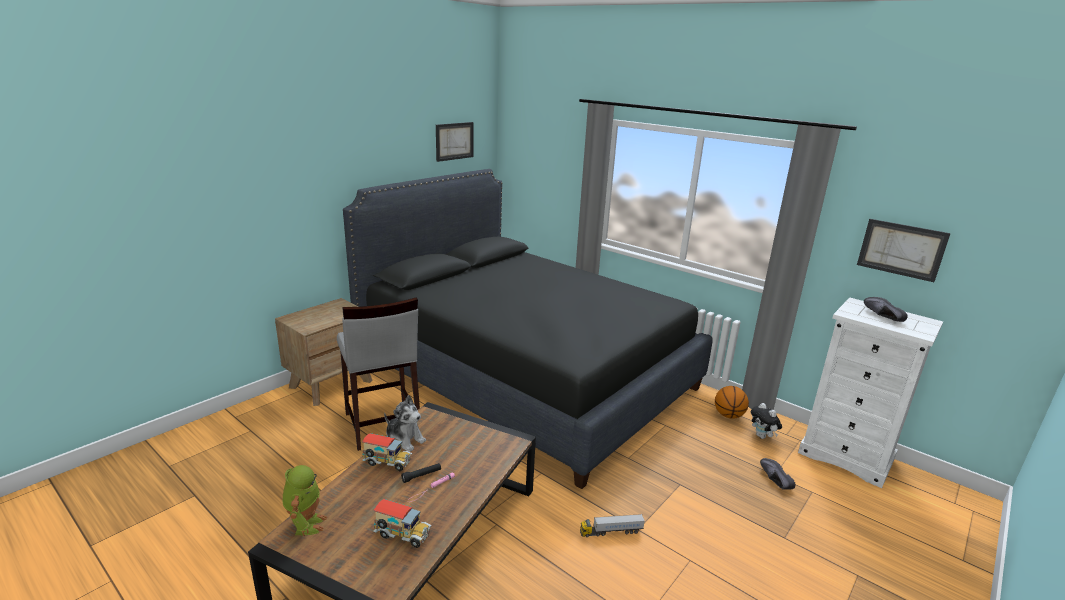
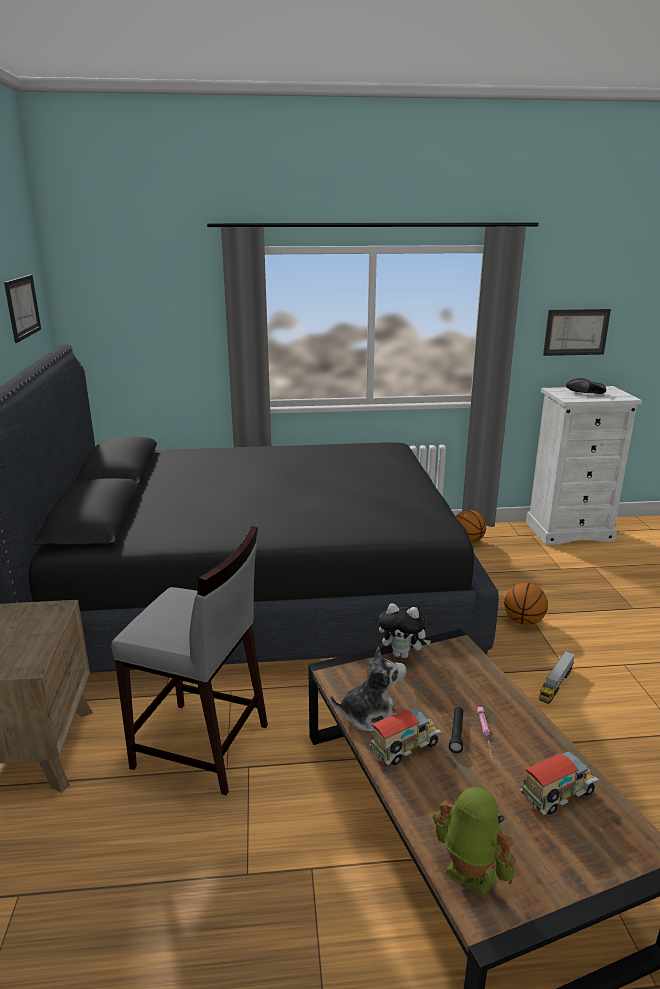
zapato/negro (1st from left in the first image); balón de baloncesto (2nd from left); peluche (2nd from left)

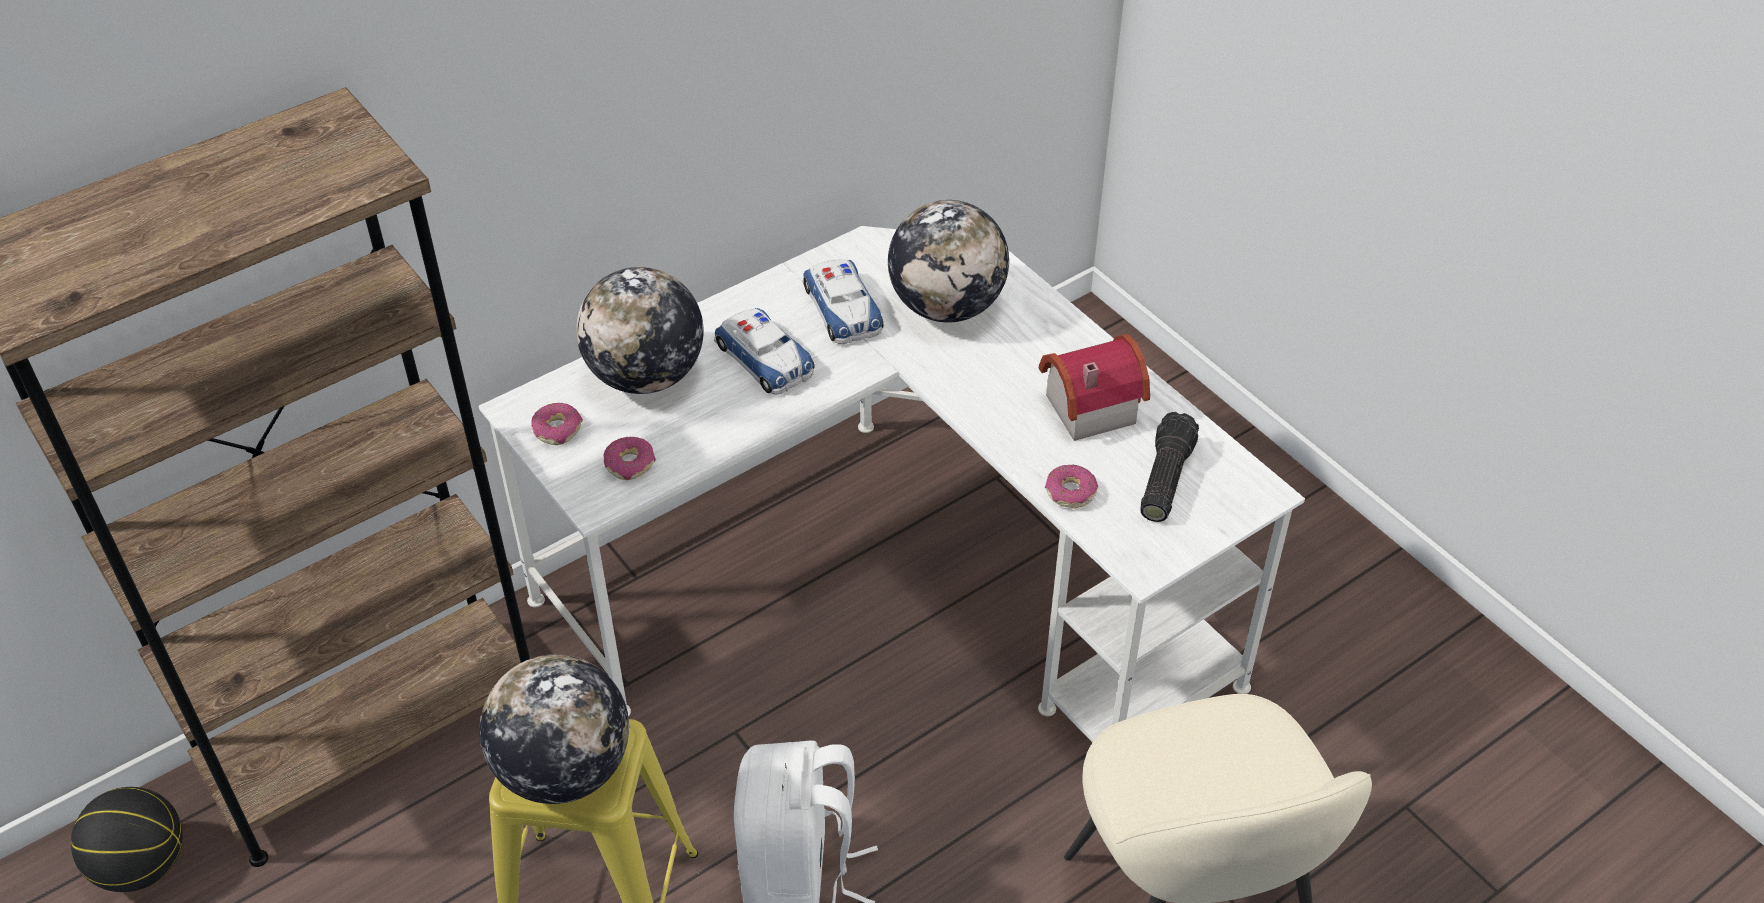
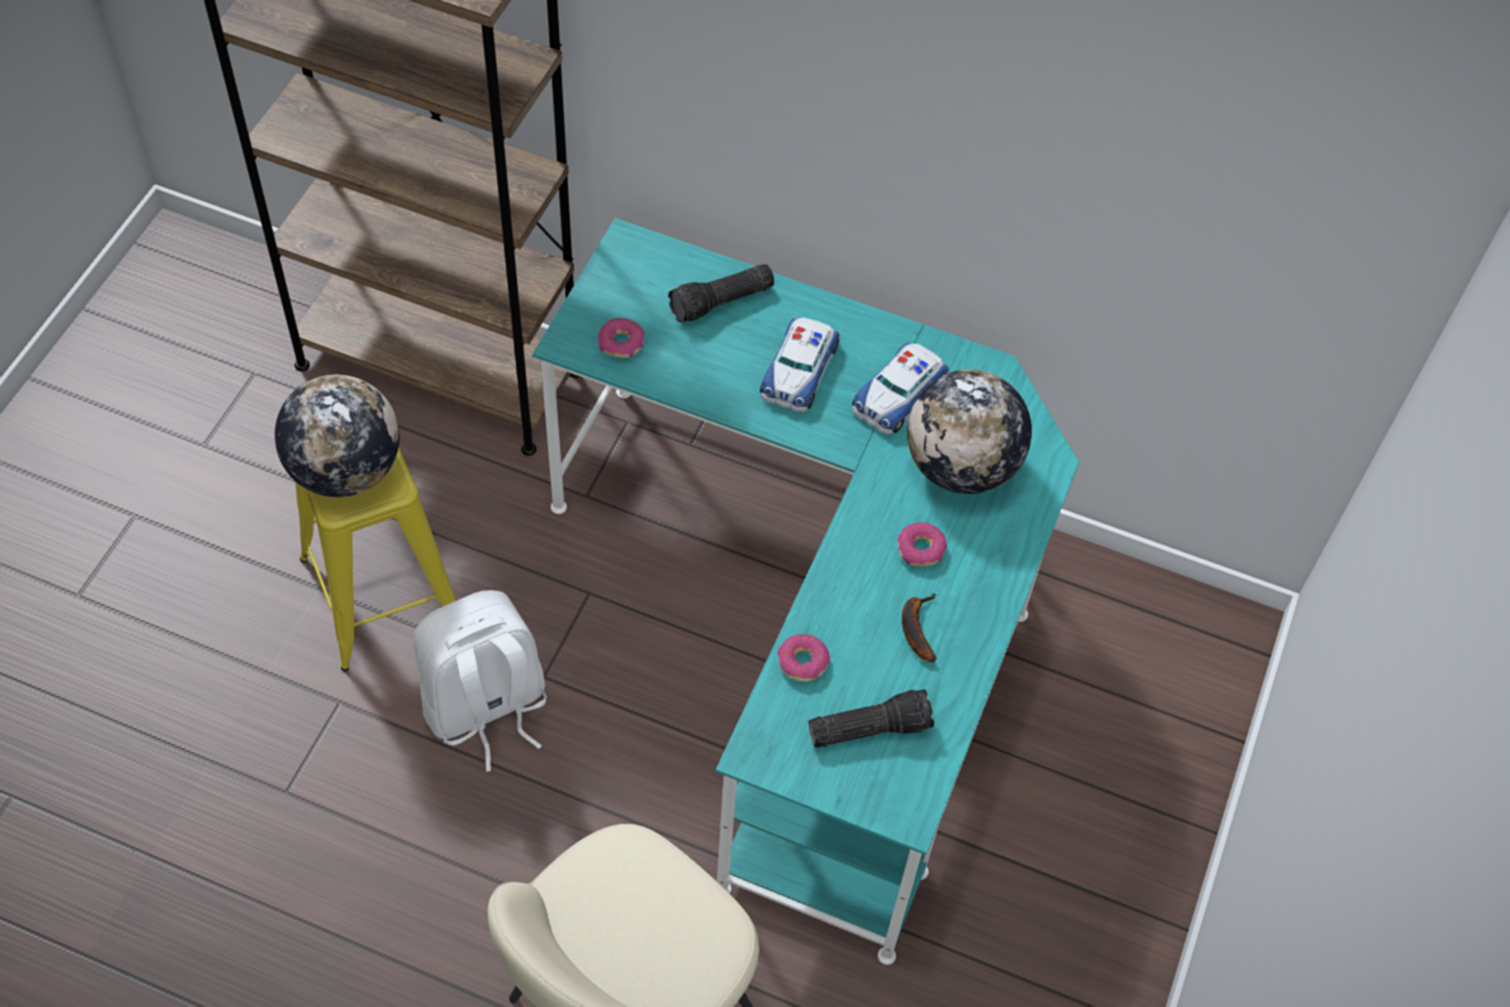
balón de baloncesto; rosquilla (3rd from left); linterna (1st from left); plátano; escritorio/turquesa

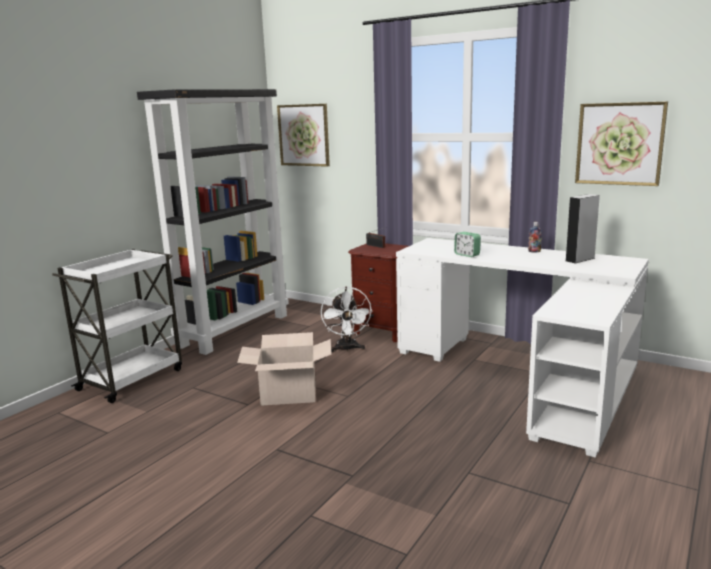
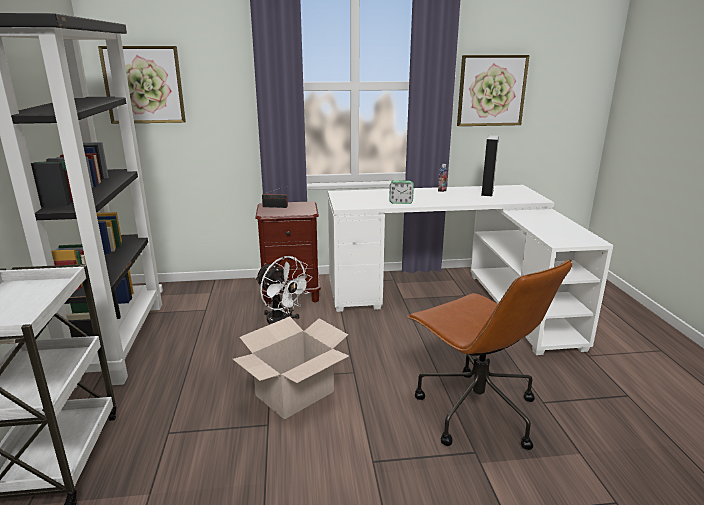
silla de oficina/marrón

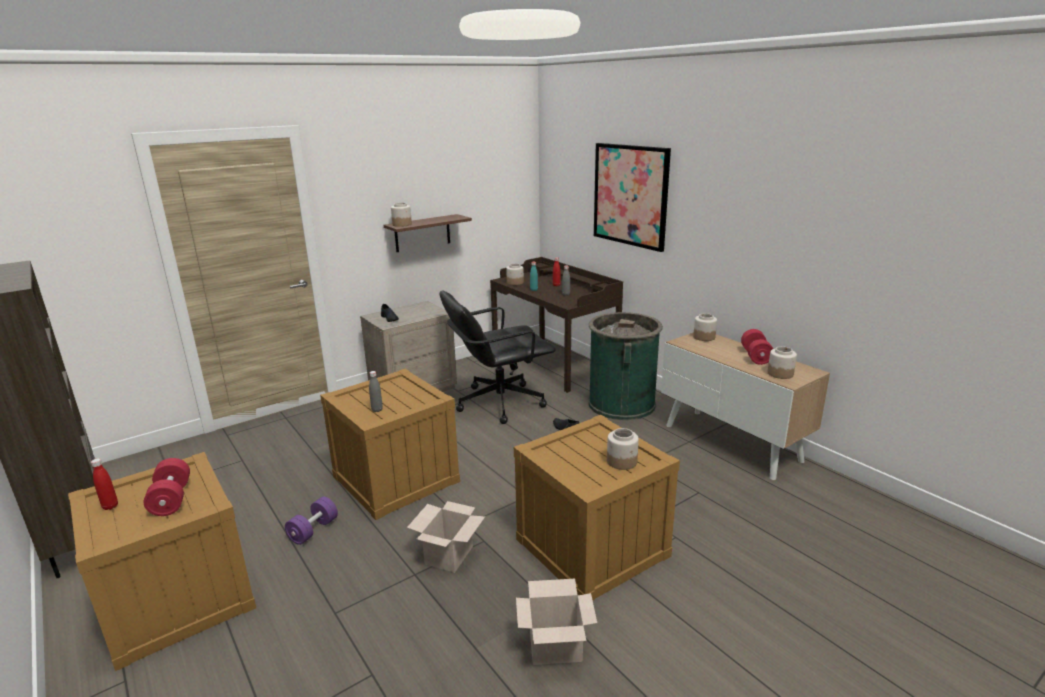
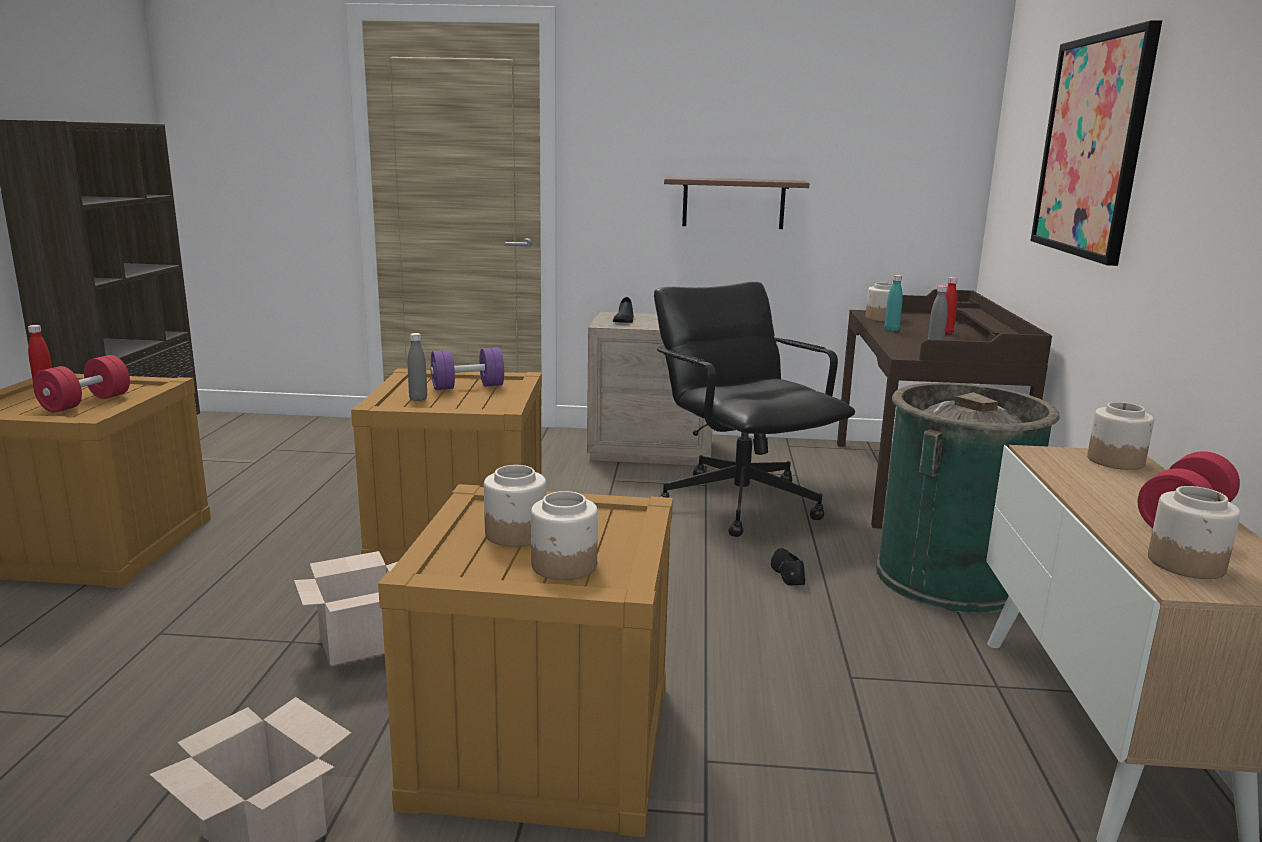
mancuerna/morado; tarro (1st from left); silla de oficina/negro

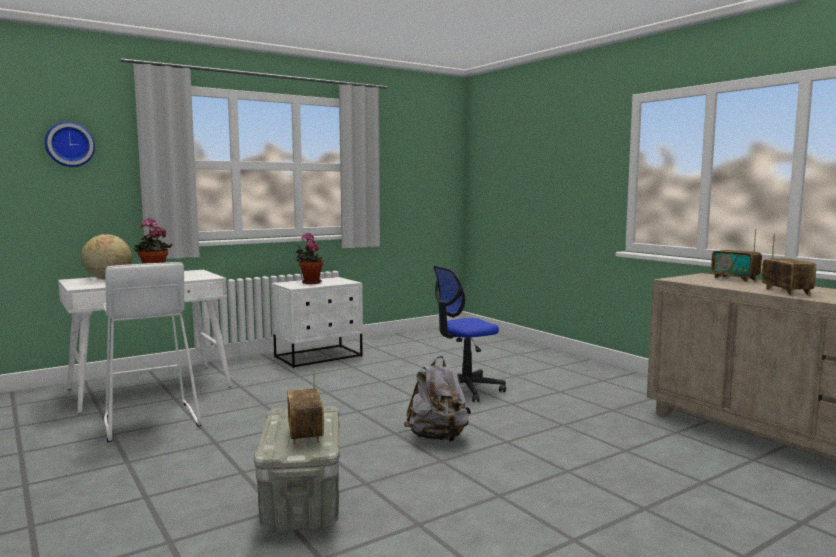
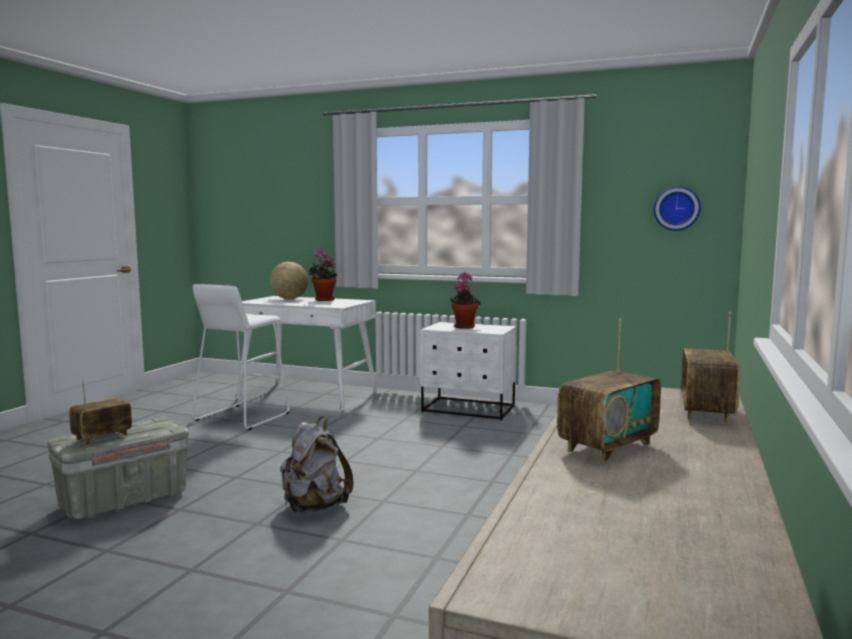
silla de oficina; reloj de pared

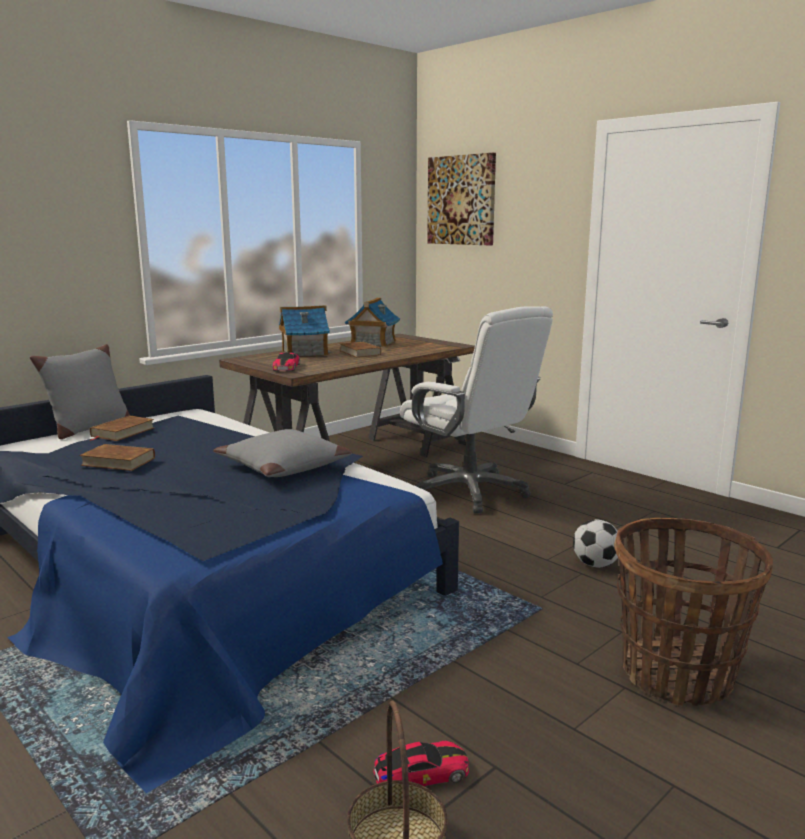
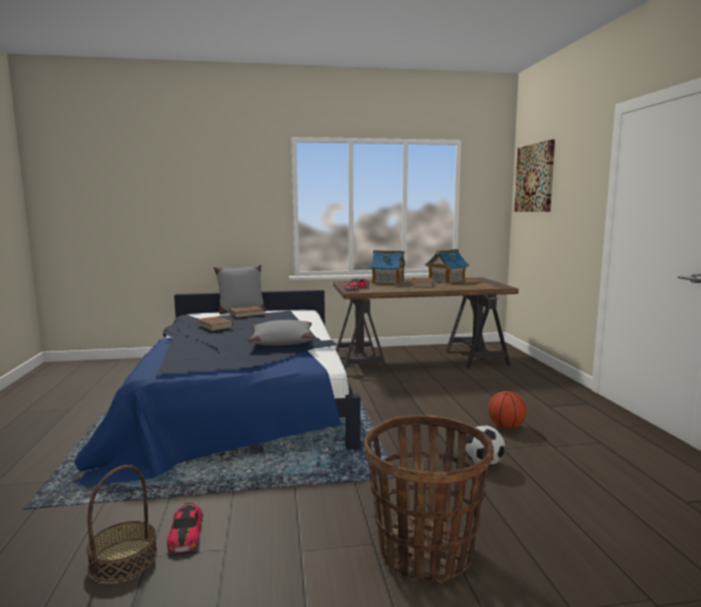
silla de oficina/blanco; balón de baloncesto; coche de juguete (1st from left)

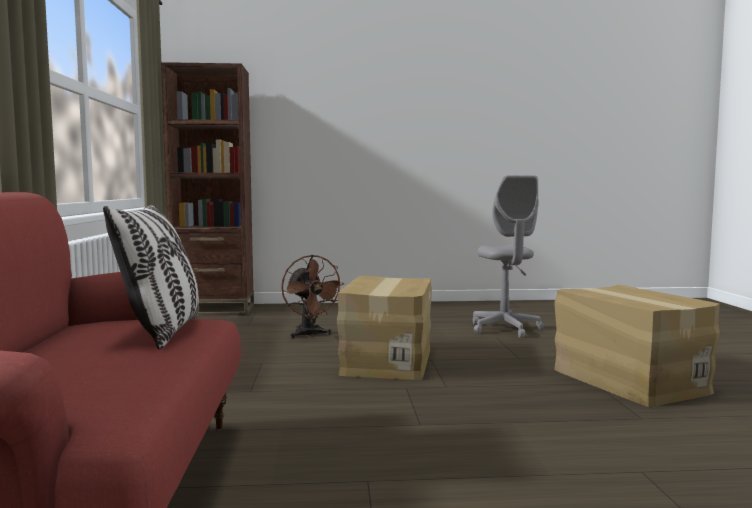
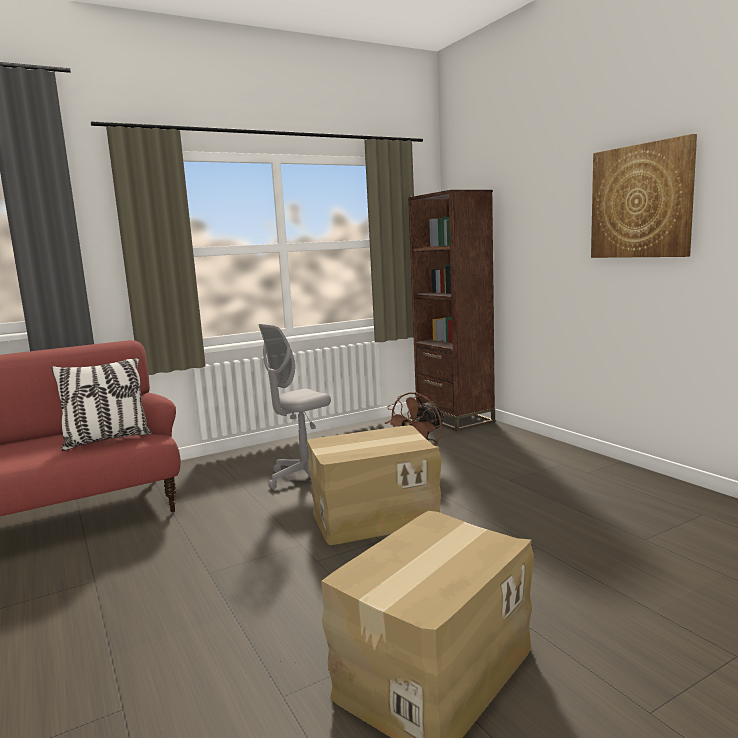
cuadro; silla de oficina/gris

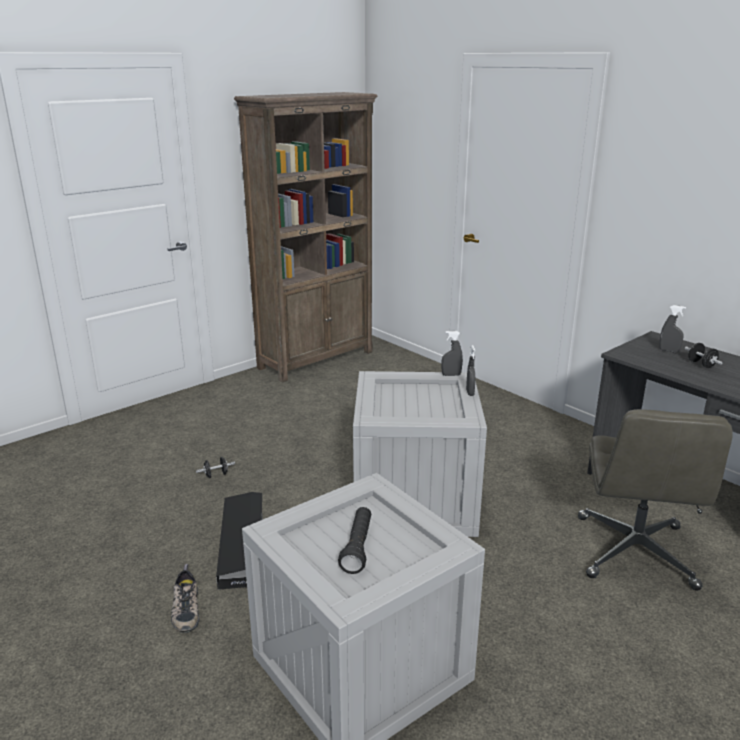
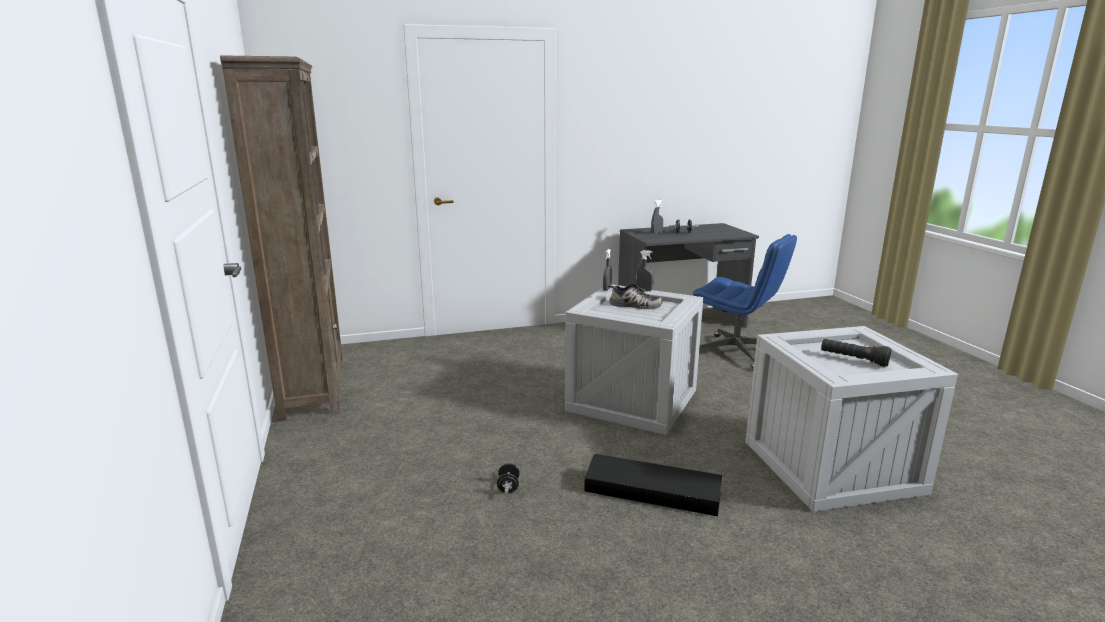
zapato; silla de oficina/azul

